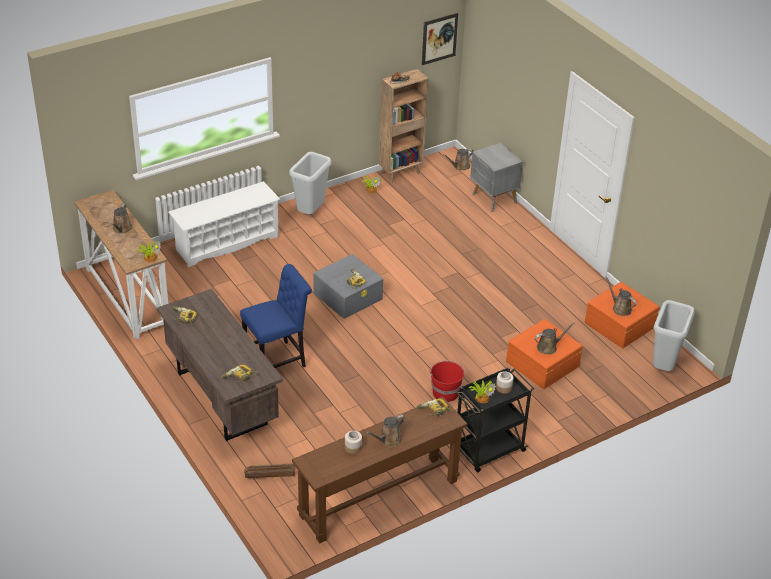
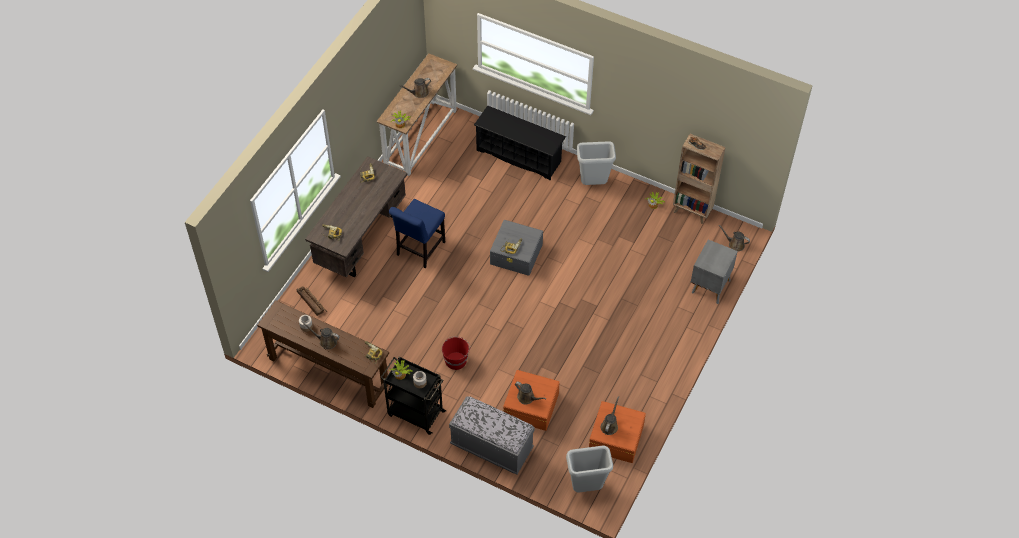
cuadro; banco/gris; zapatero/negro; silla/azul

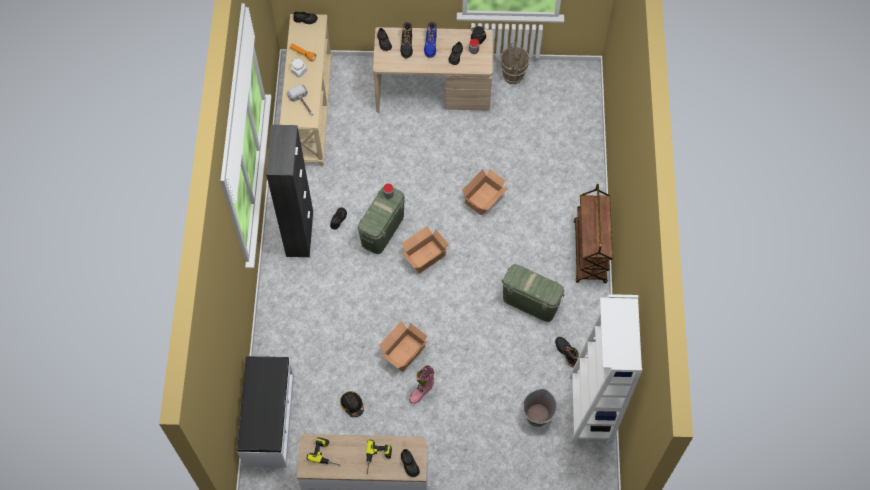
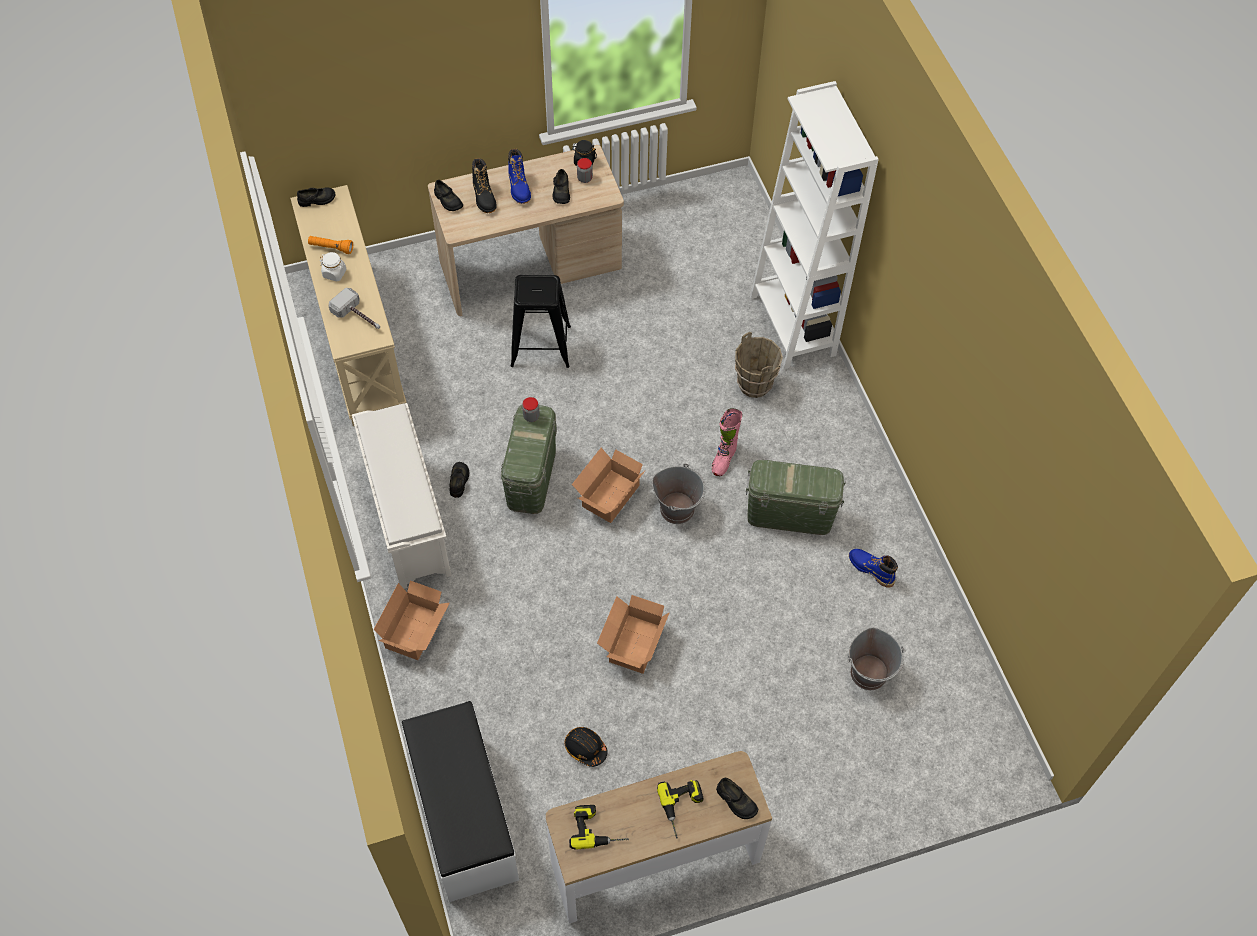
carrito/marrón; taburete/negro; cubo/gris (1st from left); bota/rosa; caja de cartón (1st from left); cubo/marrón; estantería/blanco; zapatero/blanco; bota/azul (2nd from left)

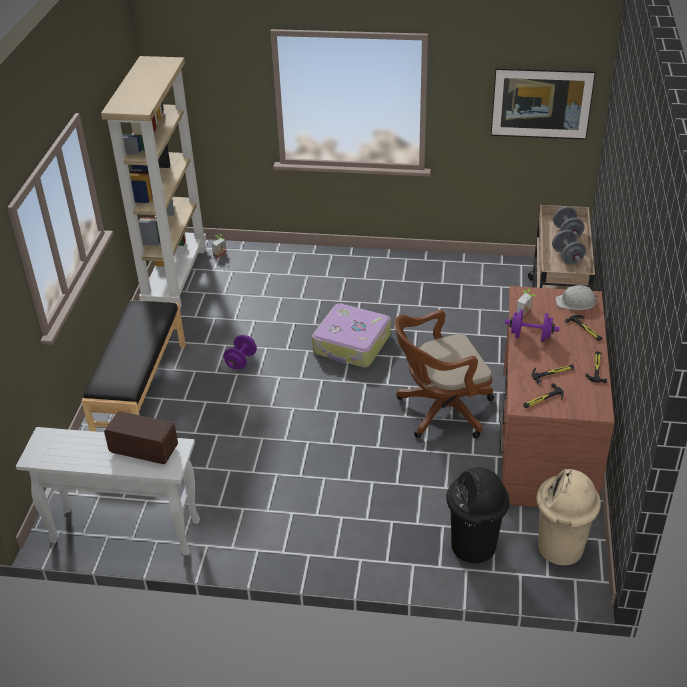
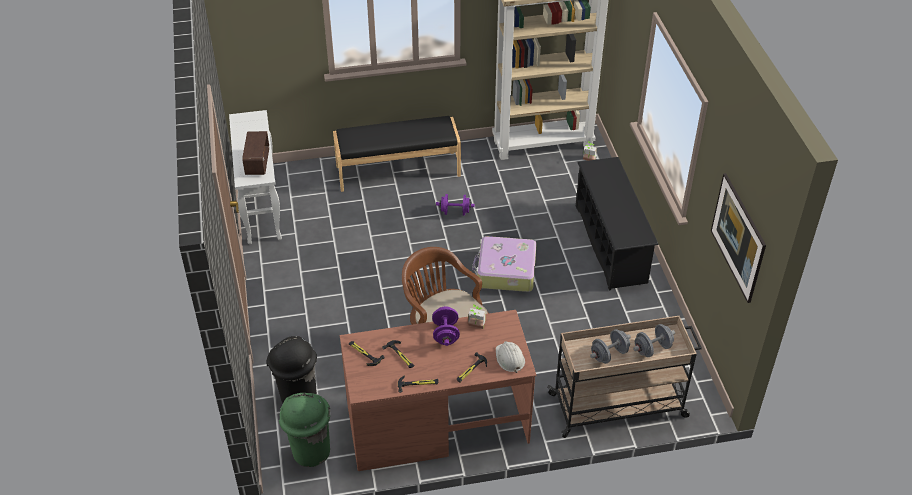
zapatero/negro; papelera/verde

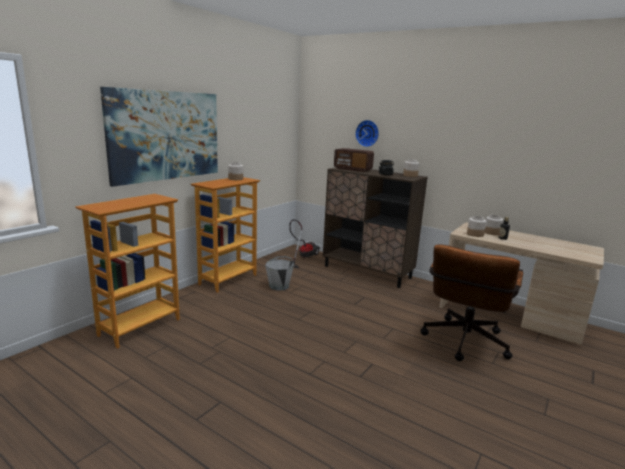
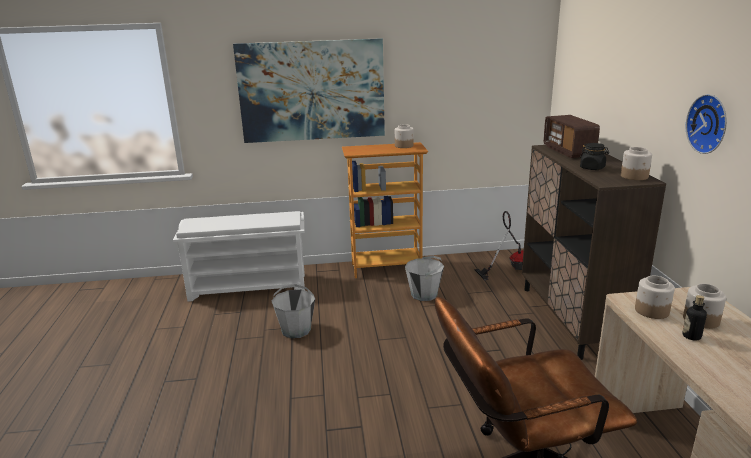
cubo/gris (1st from left); reloj de pared; zapatero/blanco

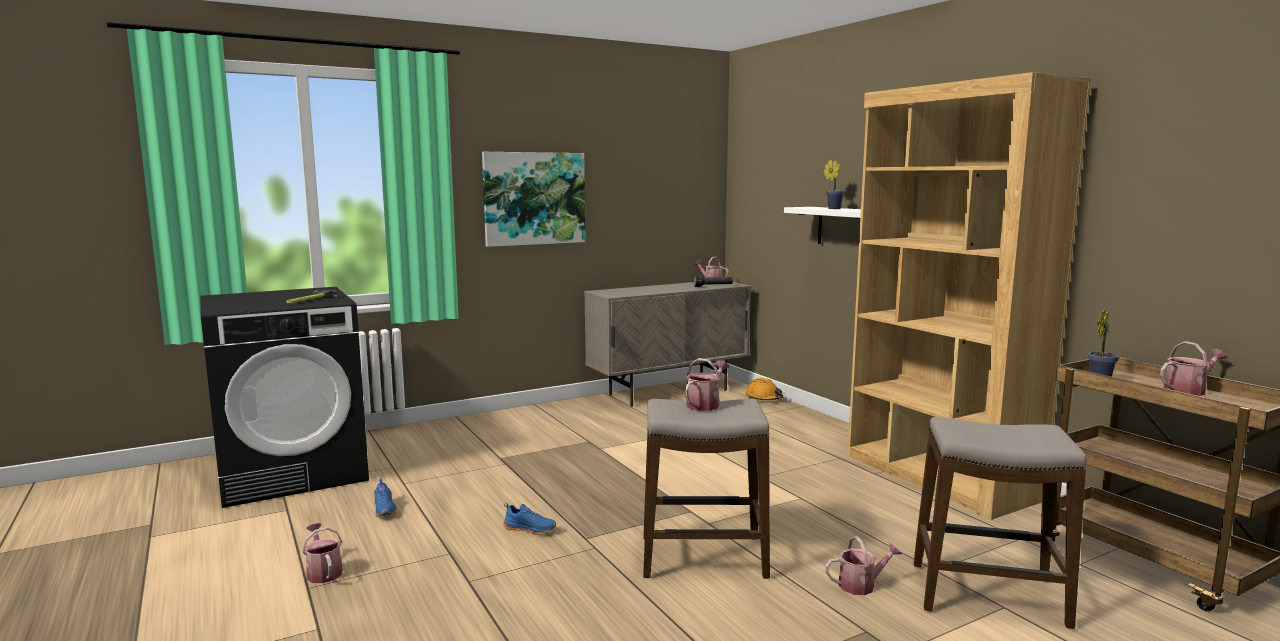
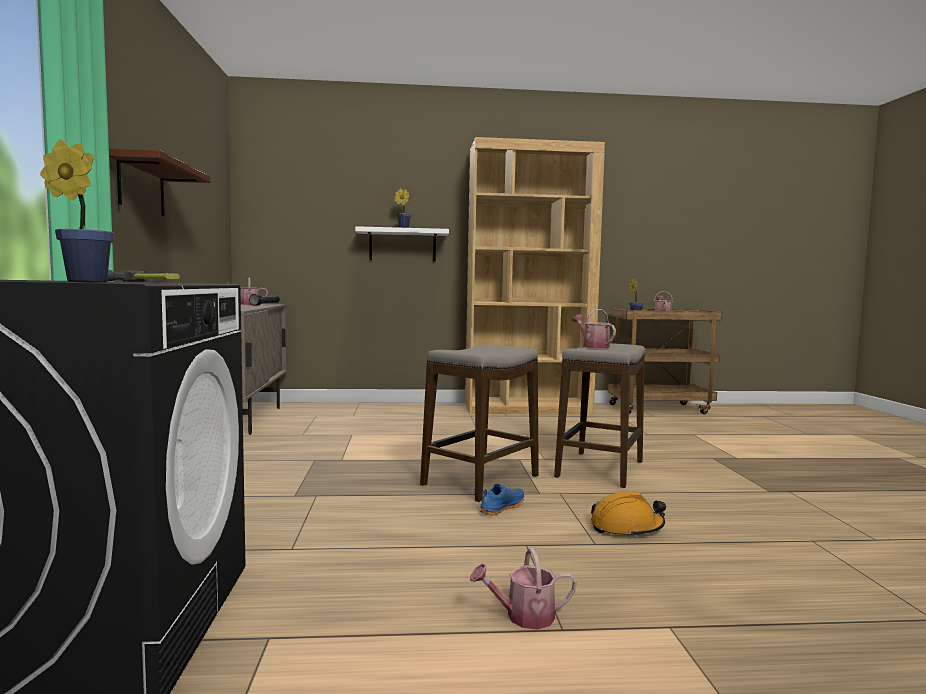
zapato/azul (1st from left in the first image); regadera (4th from left in the first image); planta en maceta (1st from left); casco/naranja; taburete (1st from left); estante/marrón

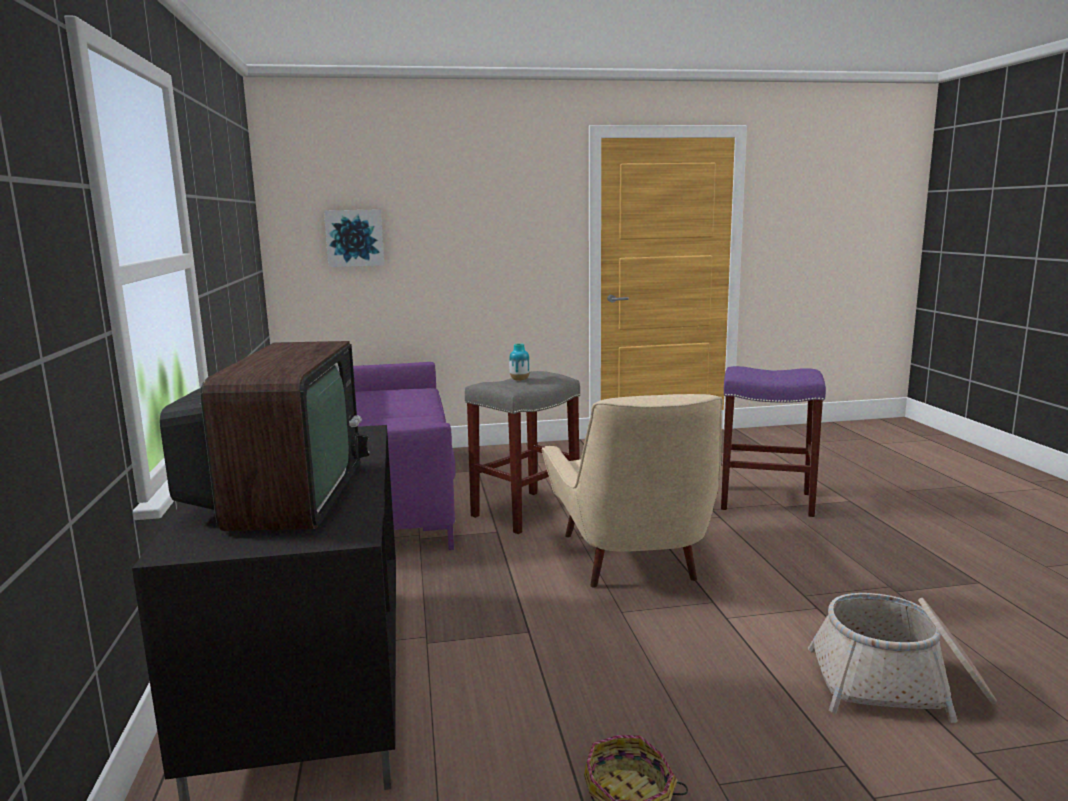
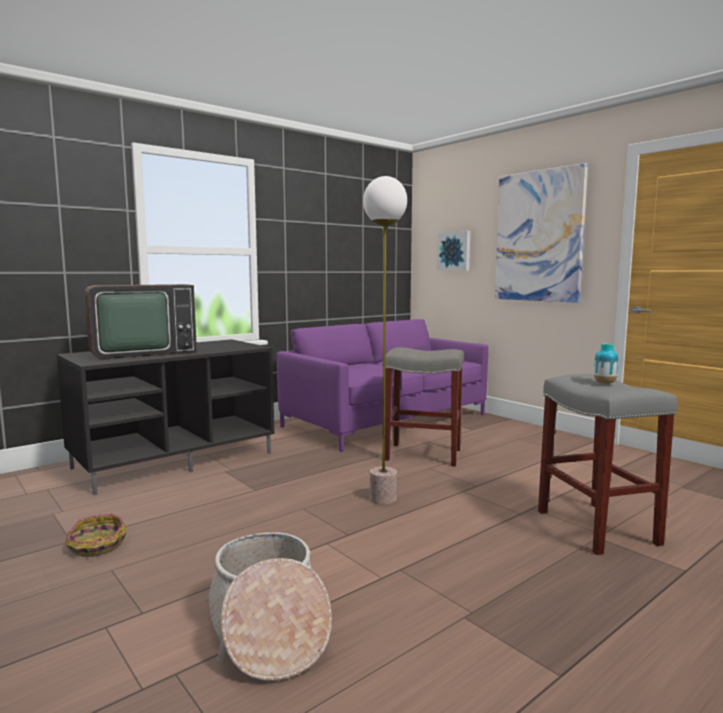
cuadro (2nd from left); florero; lámpara de pie; taburete/gris (2nd from left)

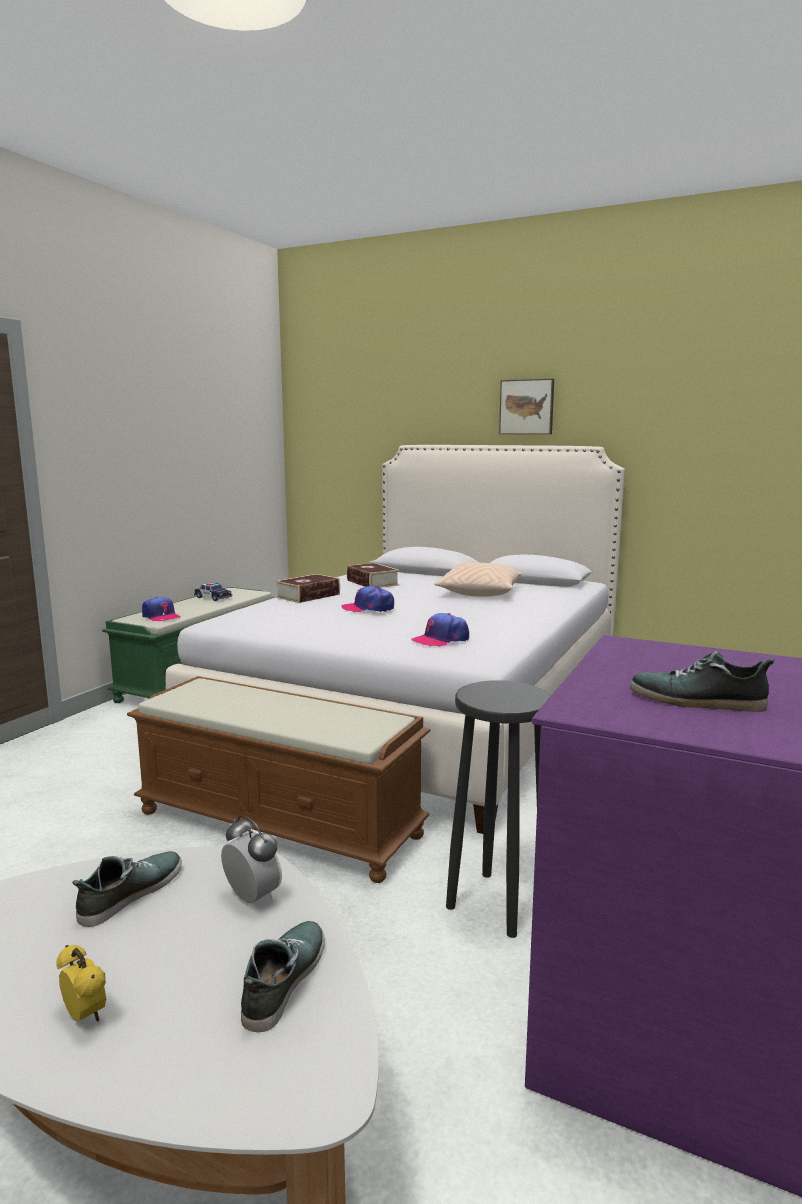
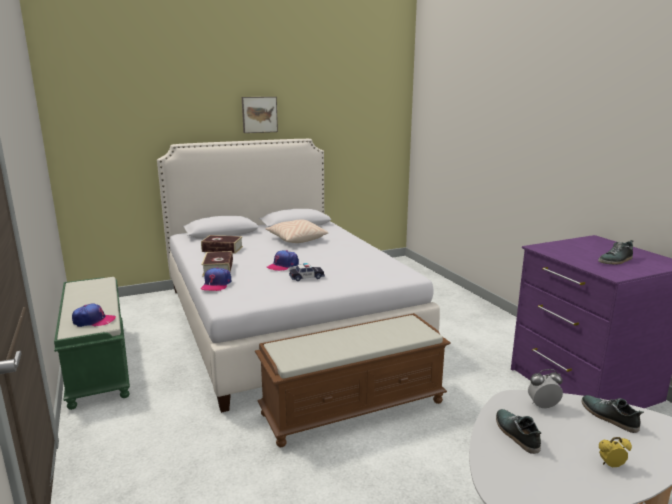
taburete/negro; coche de juguete; gorra (2nd from left)

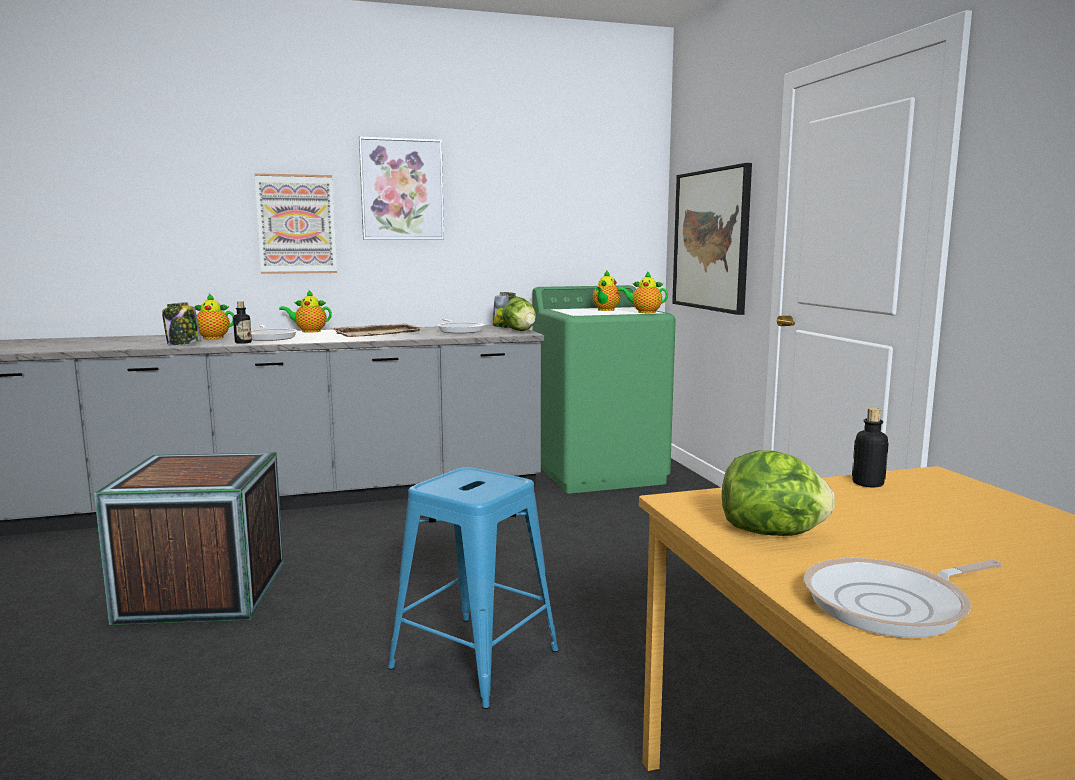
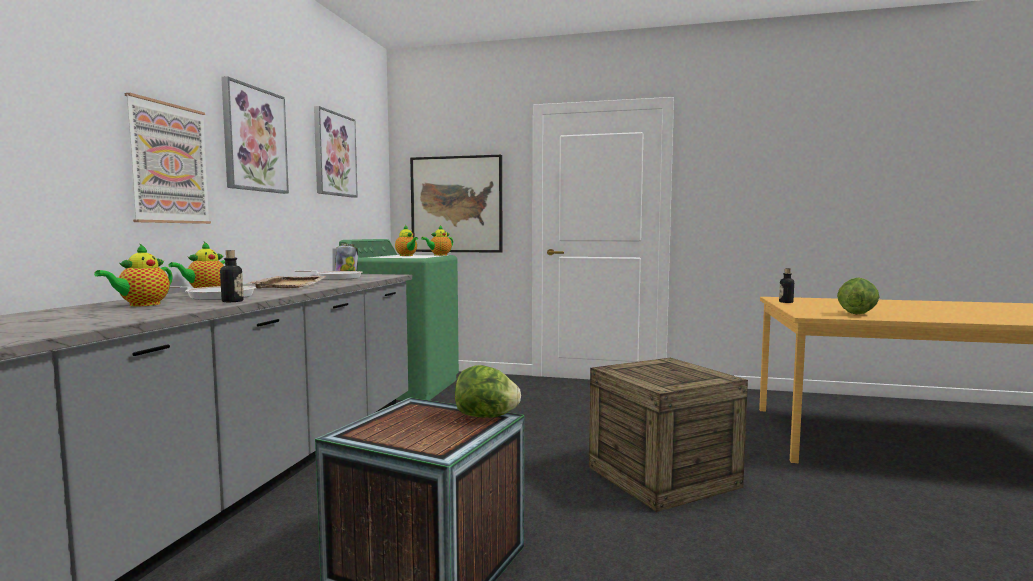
tarro (1st from left in the first image); sartén (3rd from left in the first image); cuadro (3rd from left); lechuga (1st from left); caja de embalaje (2nd from left)

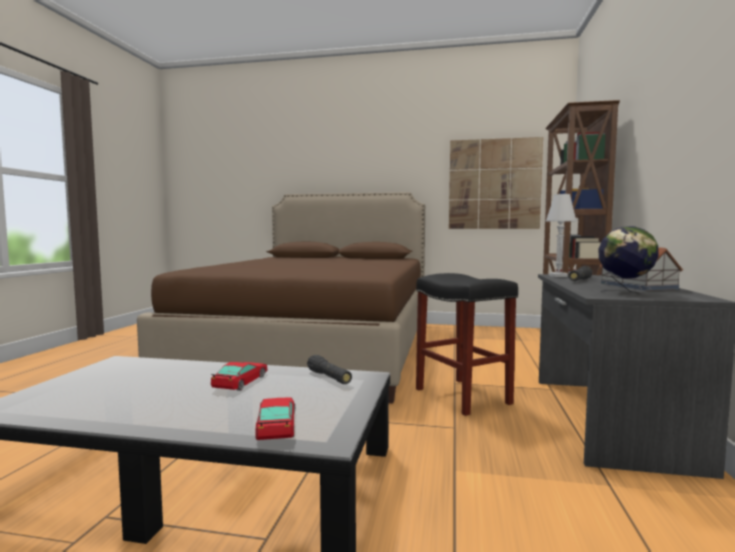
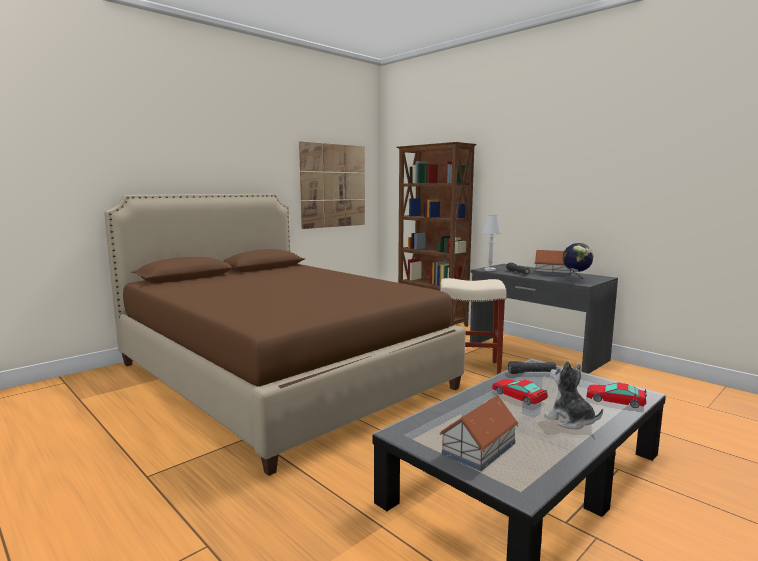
casita (1st from left); peluche; taburete/beis

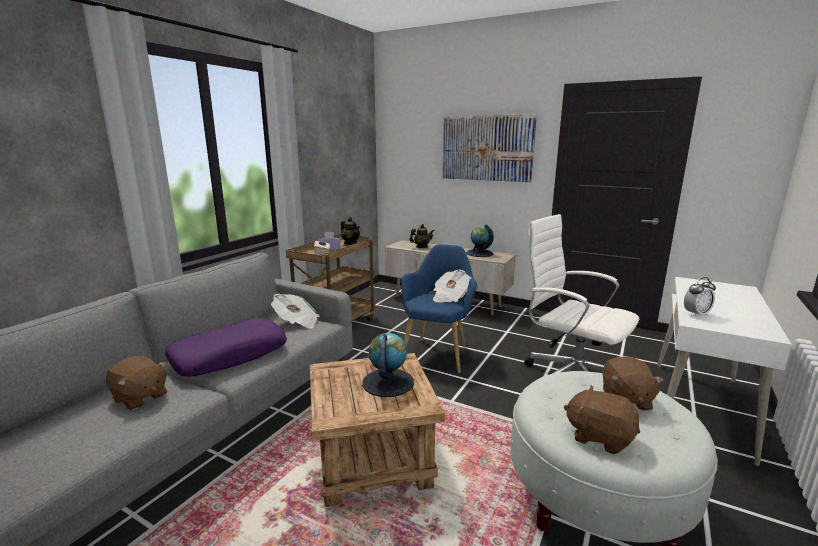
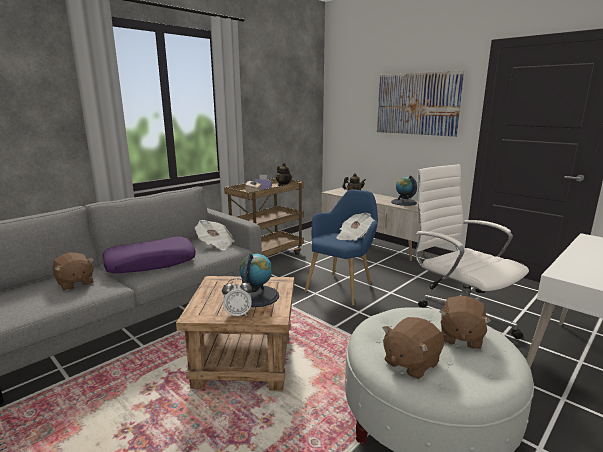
despertador; peluche/marrón (2nd from left)

